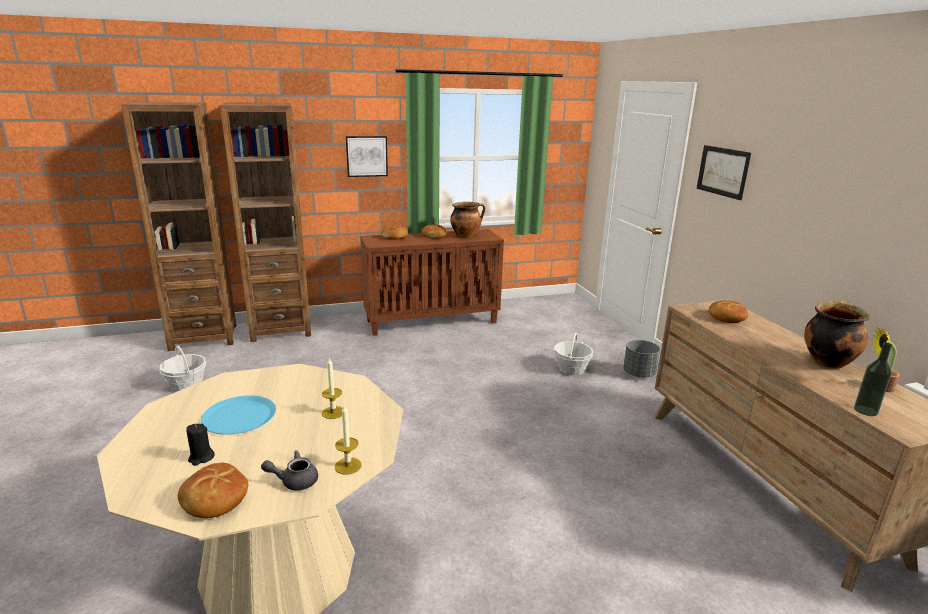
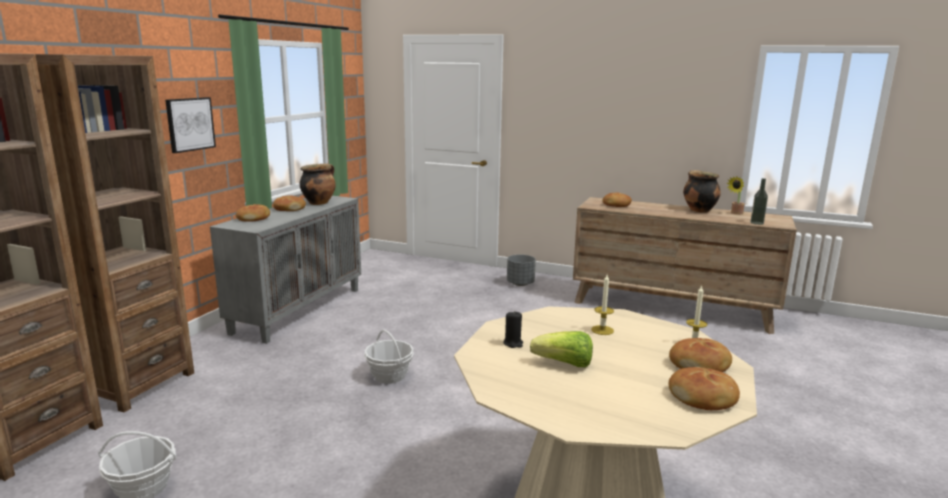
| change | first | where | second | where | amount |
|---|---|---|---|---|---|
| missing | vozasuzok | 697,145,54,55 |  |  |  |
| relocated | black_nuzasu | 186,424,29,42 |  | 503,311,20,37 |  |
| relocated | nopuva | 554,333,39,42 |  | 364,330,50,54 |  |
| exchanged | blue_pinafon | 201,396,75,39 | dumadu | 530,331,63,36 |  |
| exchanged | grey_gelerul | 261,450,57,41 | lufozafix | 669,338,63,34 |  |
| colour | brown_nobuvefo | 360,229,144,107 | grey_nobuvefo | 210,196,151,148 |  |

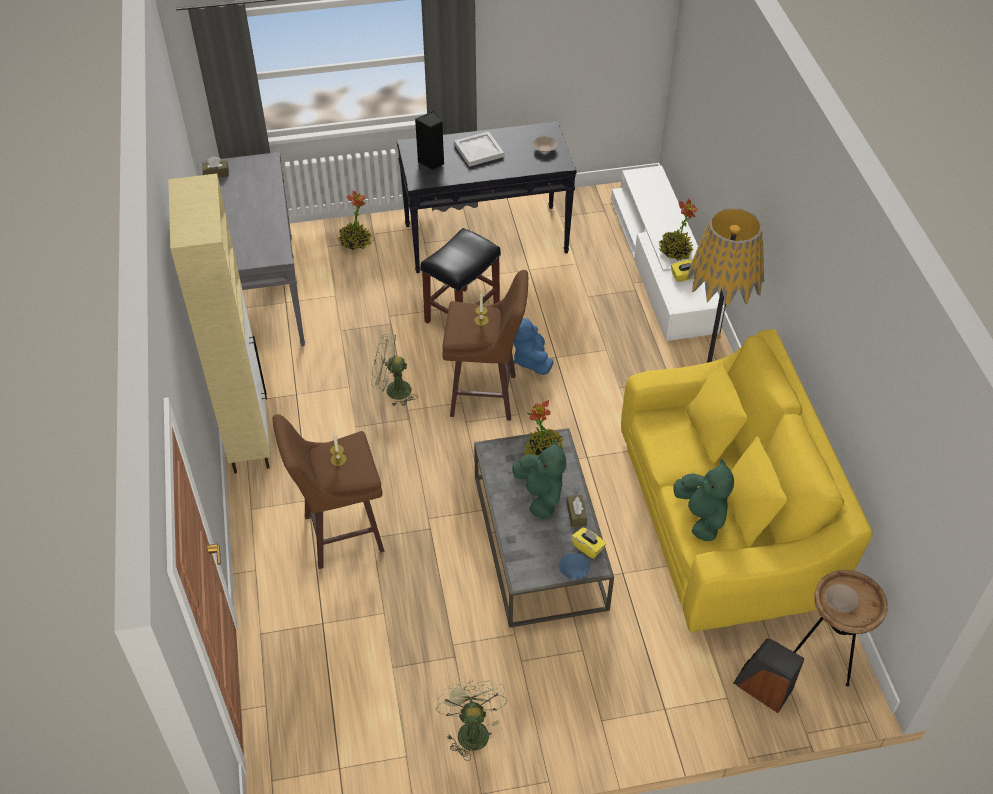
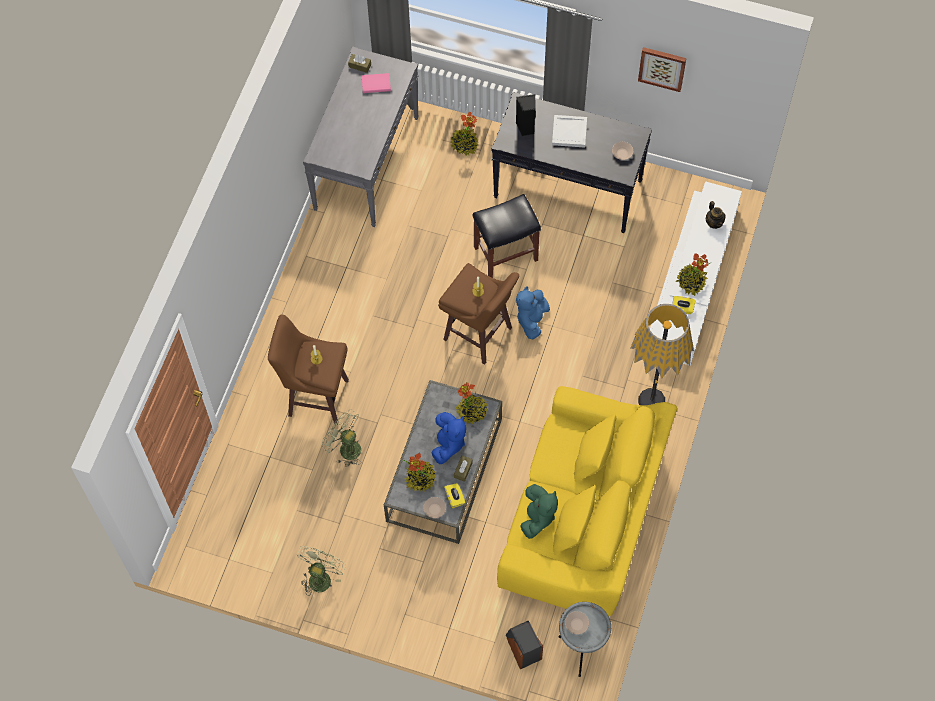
| change | first | where | second | where | amount |
|---|---|---|---|---|---|
| missing | beige_nobuvefo | 168,174,102,300 |  |  |  |
| appeared |  |  | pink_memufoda | 362,73,29,20 |  |
| appeared |  |  | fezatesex | 403,453,33,38 |  |
| appeared |  |  | vozasuzok | 638,47,48,45 |  |
| appeared |  |  | gelerul | 705,201,21,28 |  |
| relocated | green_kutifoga | 371,334,47,73 |  | 322,409,39,58 |  |
| colour | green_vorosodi | 512,439,54,80 | blue_vorosodi | 432,412,34,52 |  |
| colour | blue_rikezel | 559,553,31,26 | beige_rikezel | 423,497,23,21 |  |
| colour | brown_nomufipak | 793,570,95,117 | grey_nomufipak | 559,602,52,75 |  |

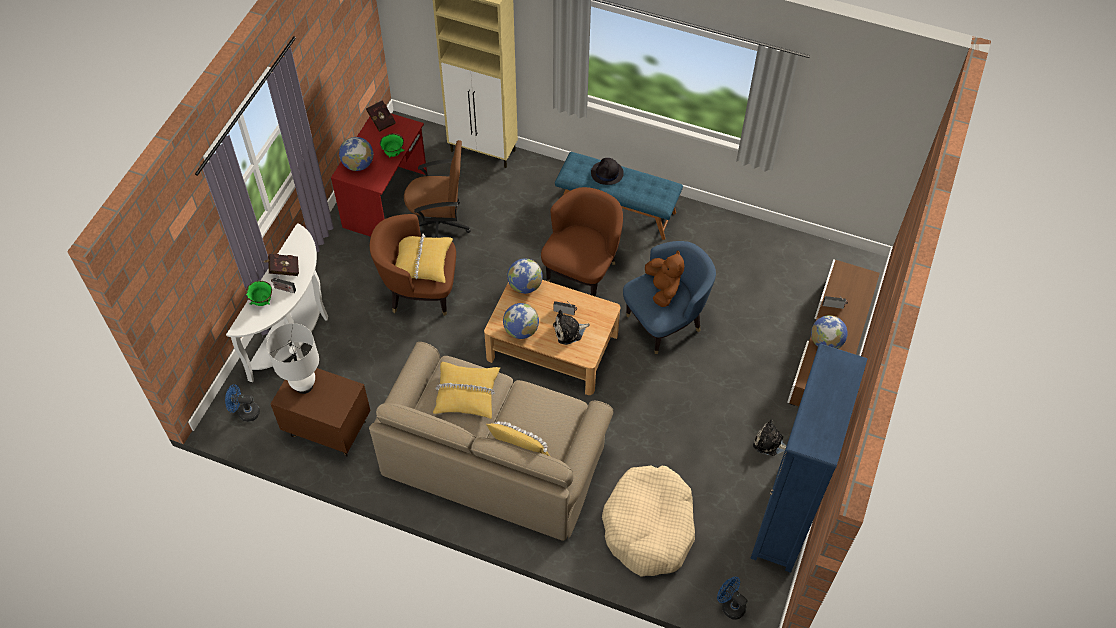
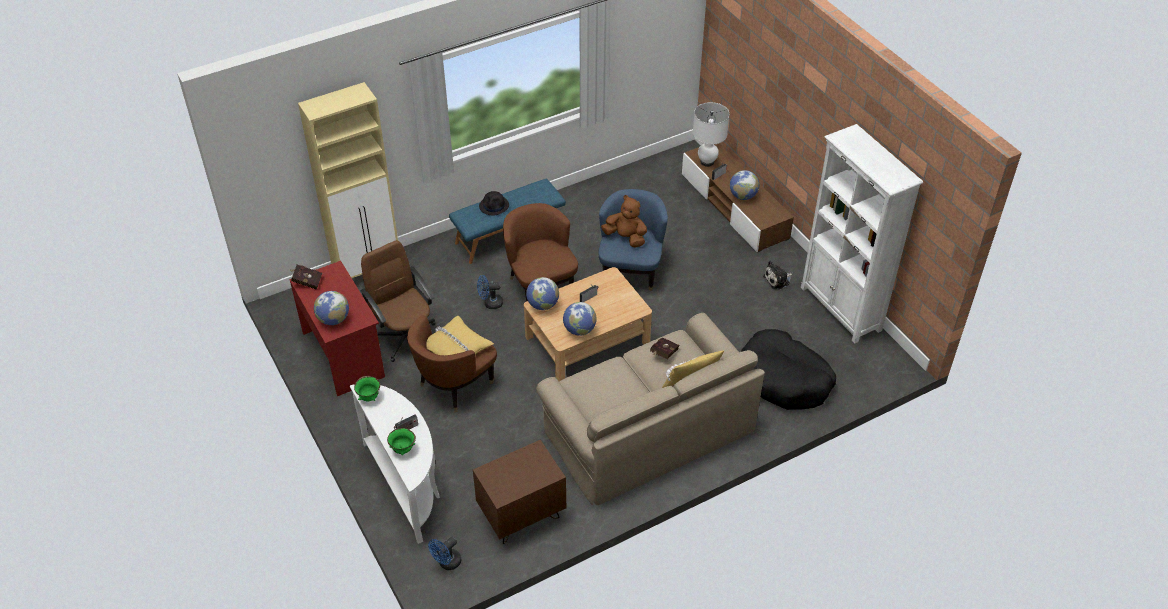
| change | first | where | second | where | amount |
|---|---|---|---|---|---|
| missing | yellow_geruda | 433,362,67,57 |  |  |  |
| missing | vorosodi | 553,310,37,35 |  |  |  |
| relocated | red_memufoda | 263,254,36,22 |  | 650,337,29,22 |  |
| relocated | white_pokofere | 266,323,53,71 |  | 693,102,36,65 |  |
| relocated | green_rikezel | 380,133,24,25 |  | 354,376,26,25 |  |
| relocated | blue_kutifoga | 717,577,31,43 |  | 477,275,26,34 |  |
| colour | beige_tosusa | 602,466,93,111 | black_tosusa | 741,329,95,81 |  |
| colour | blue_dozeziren | 750,343,118,230 | white_dozeziren | 801,124,122,220 |  |
| spun | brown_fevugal | 404,140,67,98 |  | 360,240,75,122 | 75 degrees counterclockwise |

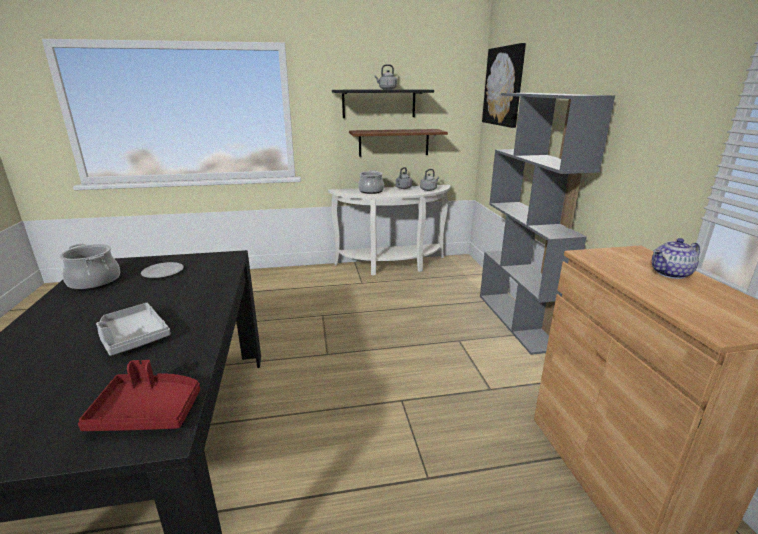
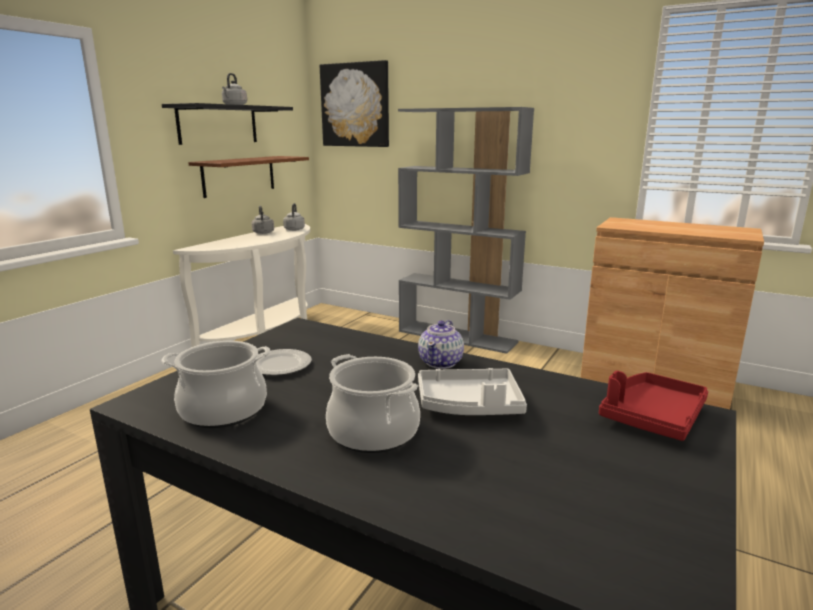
| change | first | where | second | where | amount |
|---|---|---|---|---|---|
| relocated | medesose | 358,170,26,24 |  | 326,354,94,99 |  |
| relocated | gelerul | 652,238,48,41 |  | 418,320,46,49 |  |

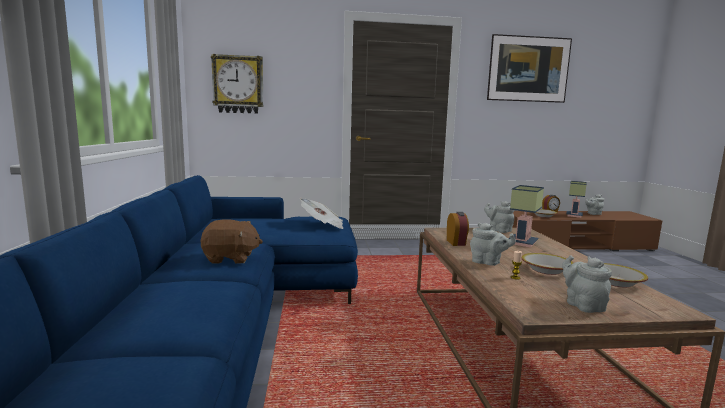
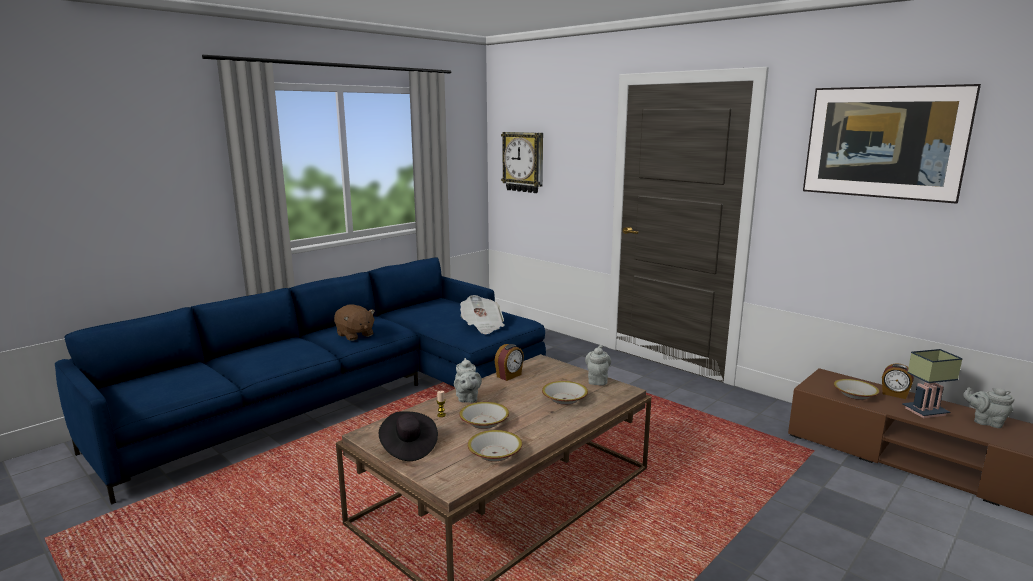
| change | first | where | second | where | amount |
|---|---|---|---|---|---|
| exchanged | pokofere | 508,185,36,63 | rikezel | 542,381,46,24 |  |
| exchanged | grey_gelerul | 562,255,50,58 | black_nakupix | 379,411,59,50 |  |

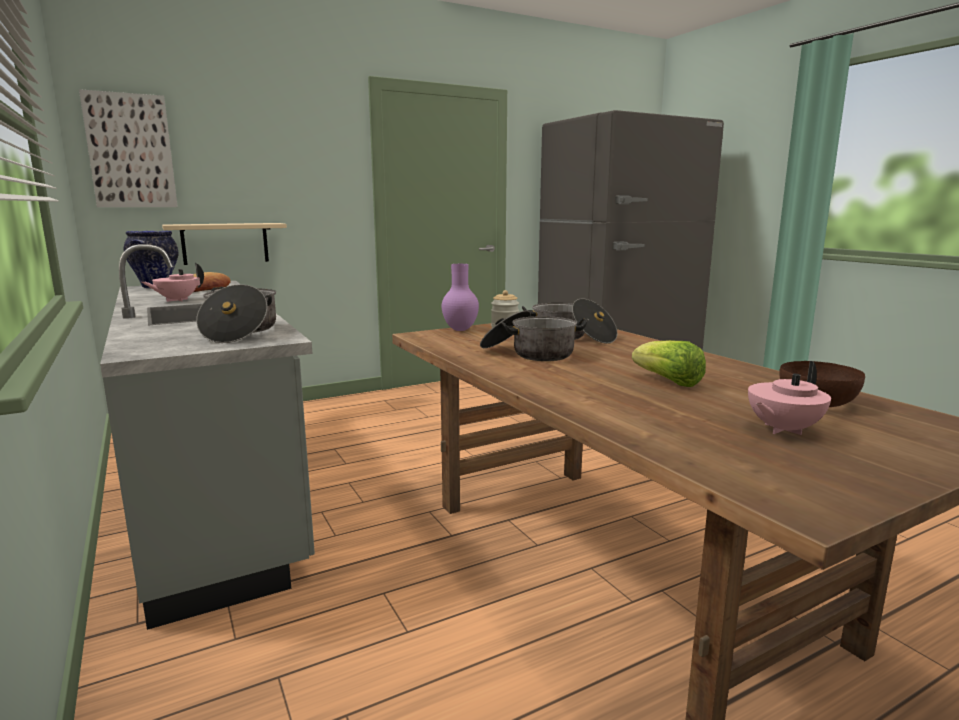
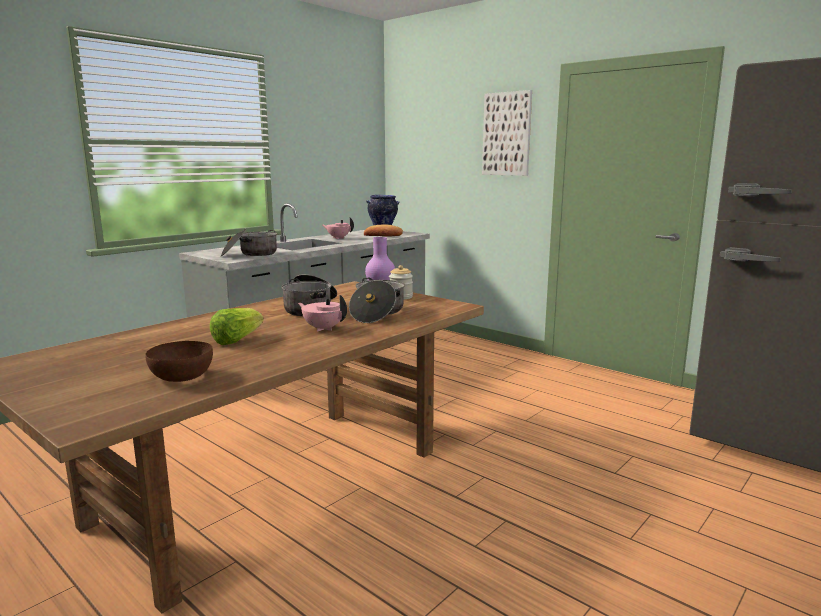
| change | first | where | second | where | amount |
|---|---|---|---|---|---|
| missing | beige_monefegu | 162,223,125,42 |  |  |  |
| relocated | vozasuzok | 79,89,99,118 |  | 482,90,50,86 |  |
| relocated | pink_gelerul | 748,361,83,74 |  | 298,295,49,37 |  |

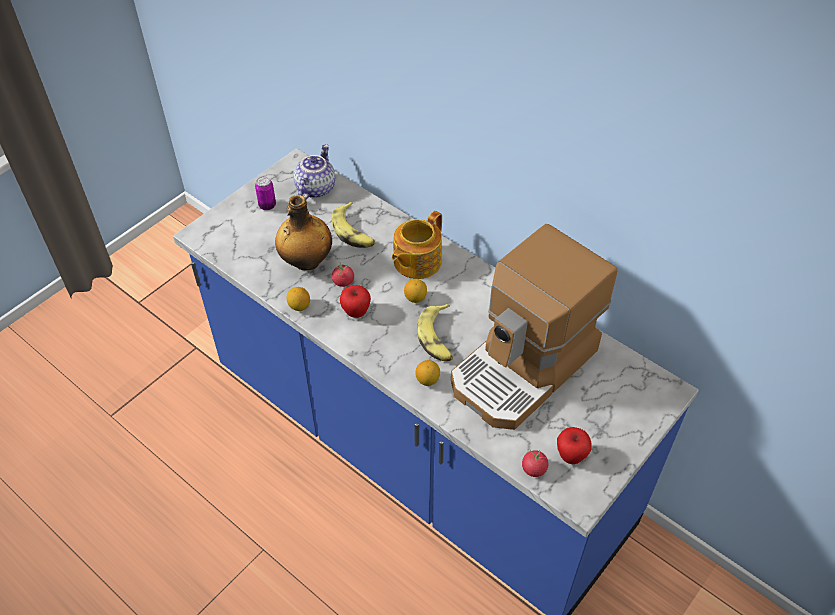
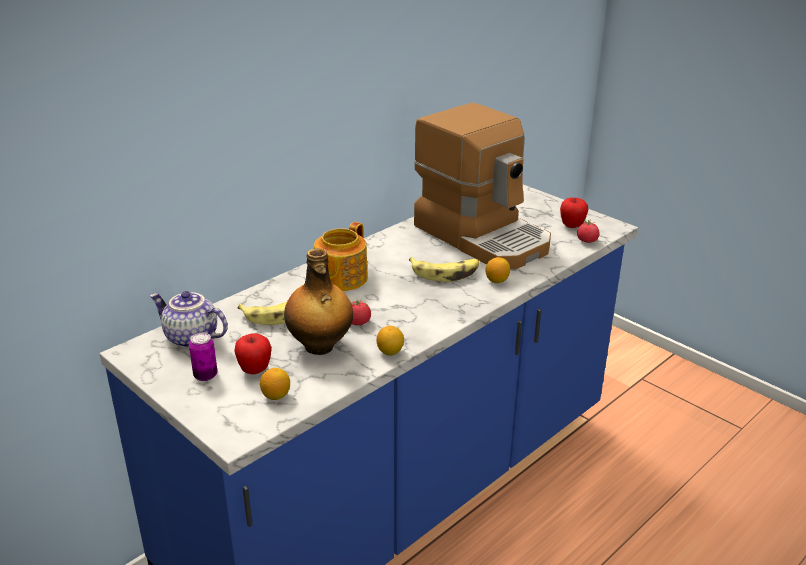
| change | first | where | second | where | amount |
|---|---|---|---|---|---|
| relocated | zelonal | 340,285,31,33 |  | 234,333,38,41 |  |
| relocated | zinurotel | 404,279,23,24 |  | 260,368,30,32 |  |
| spun | gelerul | 392,211,50,68 |  | 314,222,54,69 | 75 degrees clockwise |

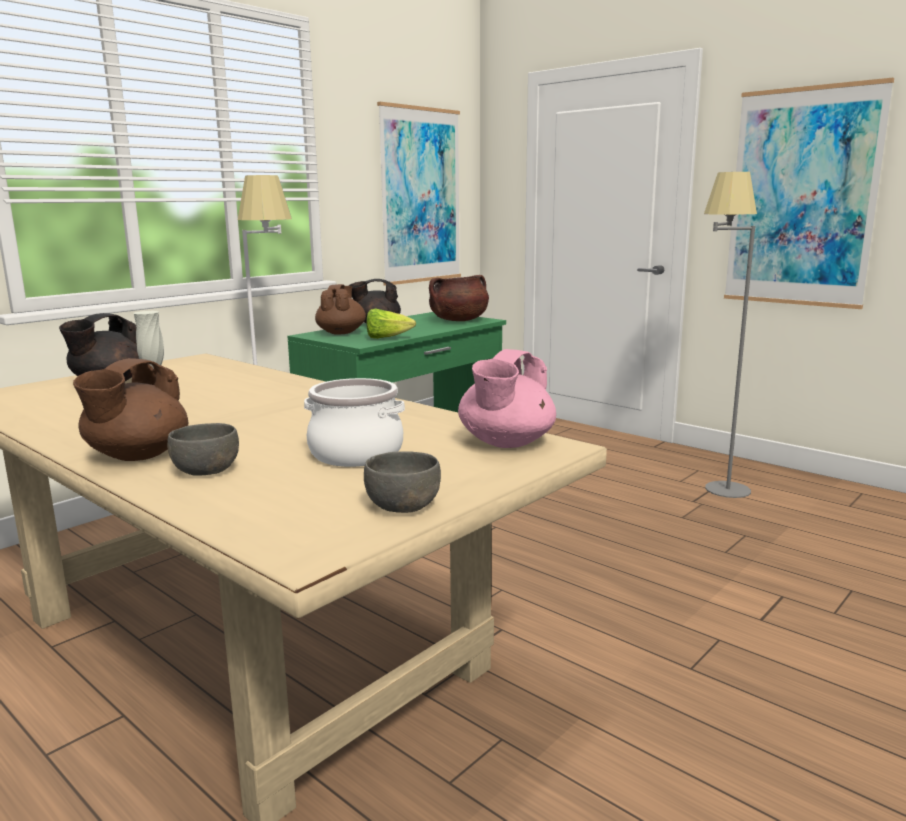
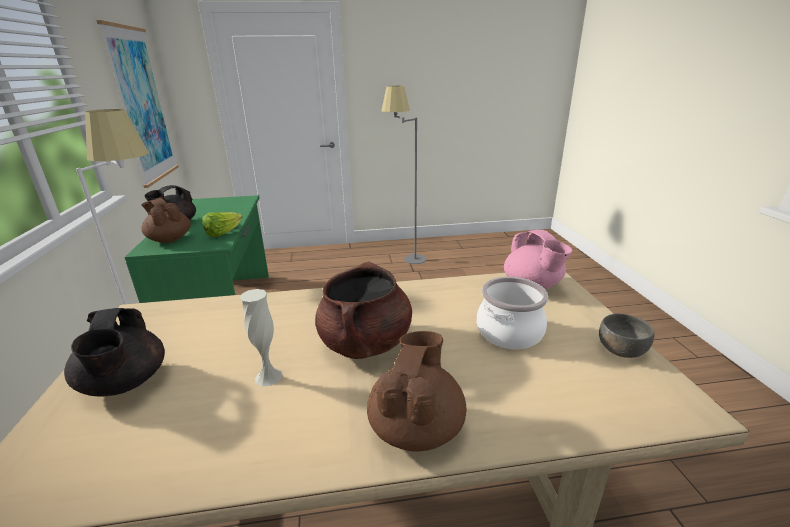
| change | first | where | second | where | amount |
|---|---|---|---|---|---|
| missing | grey_rikezel | 167,423,72,53 |  |  |  |
| missing | vozasuzok | 724,78,170,231 |  |  |  |
| relocated | brown_medesose | 429,275,60,46 |  | 315,261,97,98 |  |
| spun | brown_gelerul | 73,358,115,103 |  | 367,331,99,121 | 135 degrees counterclockwise |

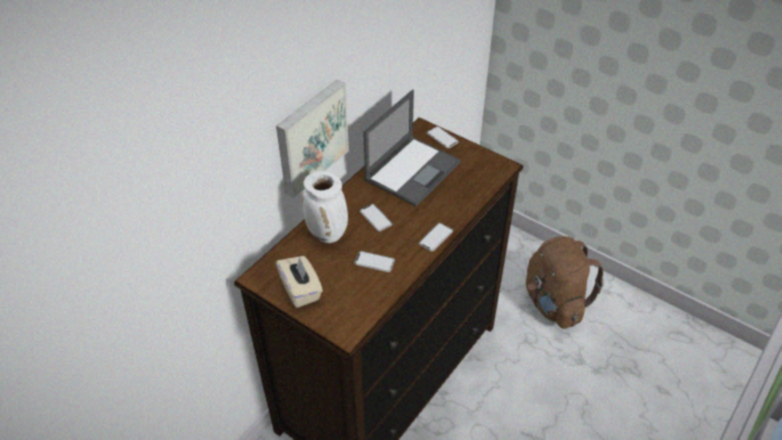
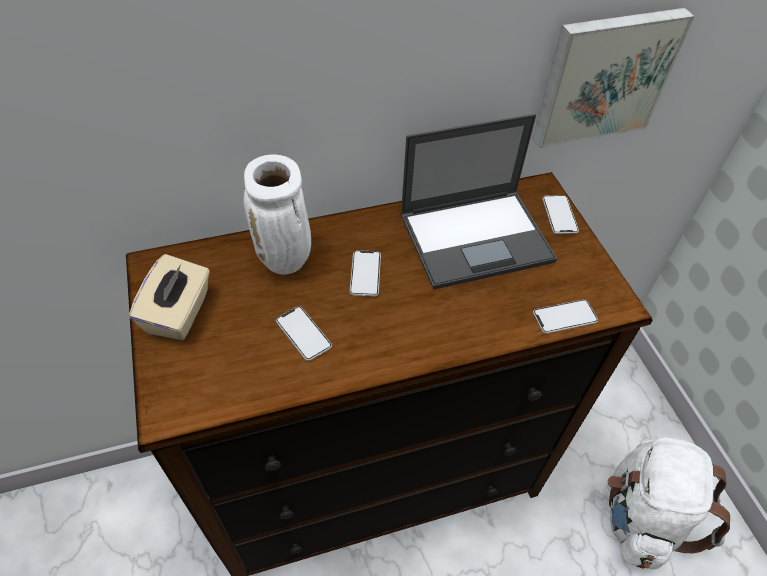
| change | first | where | second | where | amount |
|---|---|---|---|---|---|
| relocated | vozasuzok | 276,80,73,118 |  | 533,8,162,140 |  |
| relocated | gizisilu | 419,223,34,28 |  | 533,299,65,35 |  |
| colour | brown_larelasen | 526,236,78,93 | white_larelasen | 608,438,122,132 |  |

